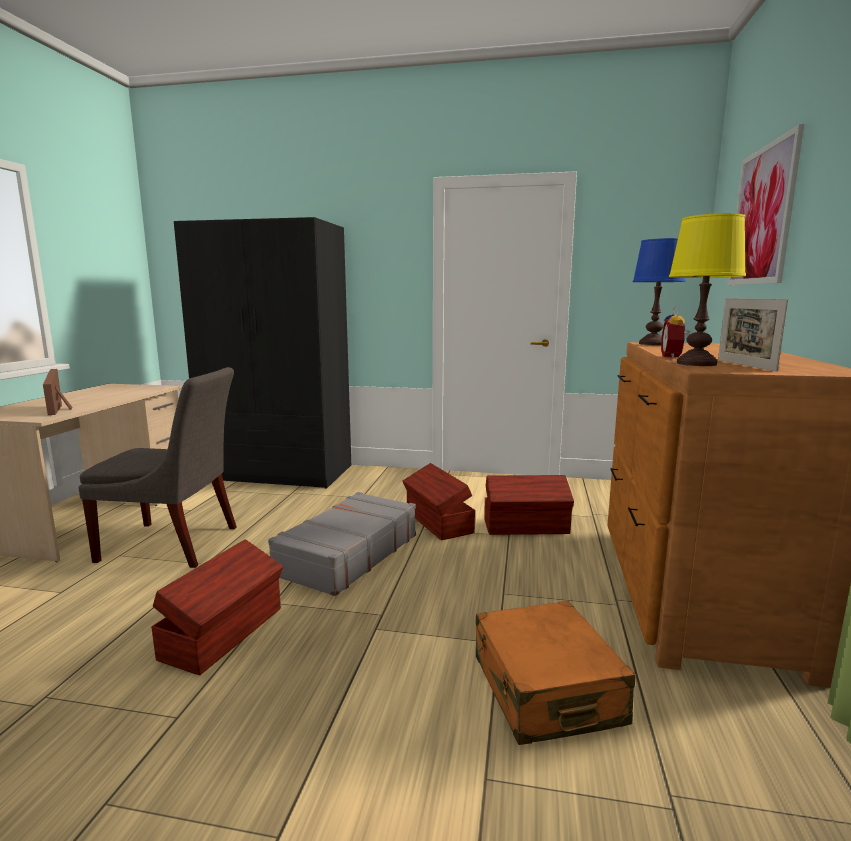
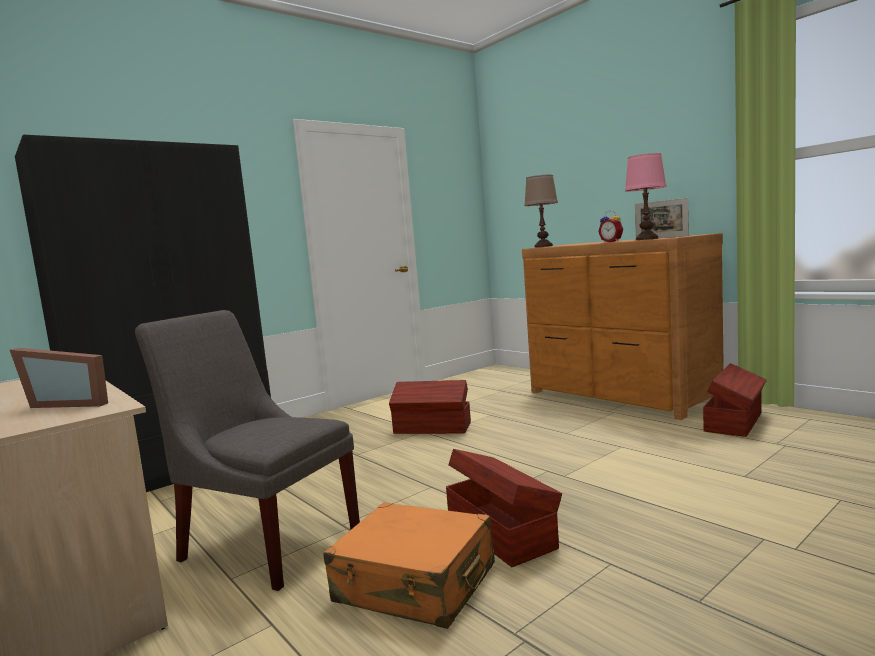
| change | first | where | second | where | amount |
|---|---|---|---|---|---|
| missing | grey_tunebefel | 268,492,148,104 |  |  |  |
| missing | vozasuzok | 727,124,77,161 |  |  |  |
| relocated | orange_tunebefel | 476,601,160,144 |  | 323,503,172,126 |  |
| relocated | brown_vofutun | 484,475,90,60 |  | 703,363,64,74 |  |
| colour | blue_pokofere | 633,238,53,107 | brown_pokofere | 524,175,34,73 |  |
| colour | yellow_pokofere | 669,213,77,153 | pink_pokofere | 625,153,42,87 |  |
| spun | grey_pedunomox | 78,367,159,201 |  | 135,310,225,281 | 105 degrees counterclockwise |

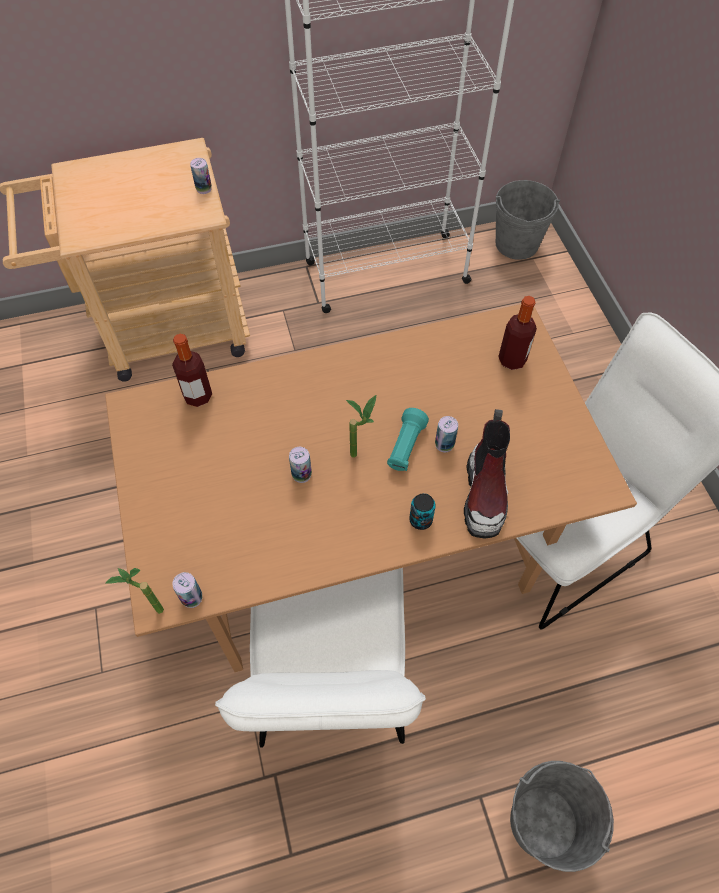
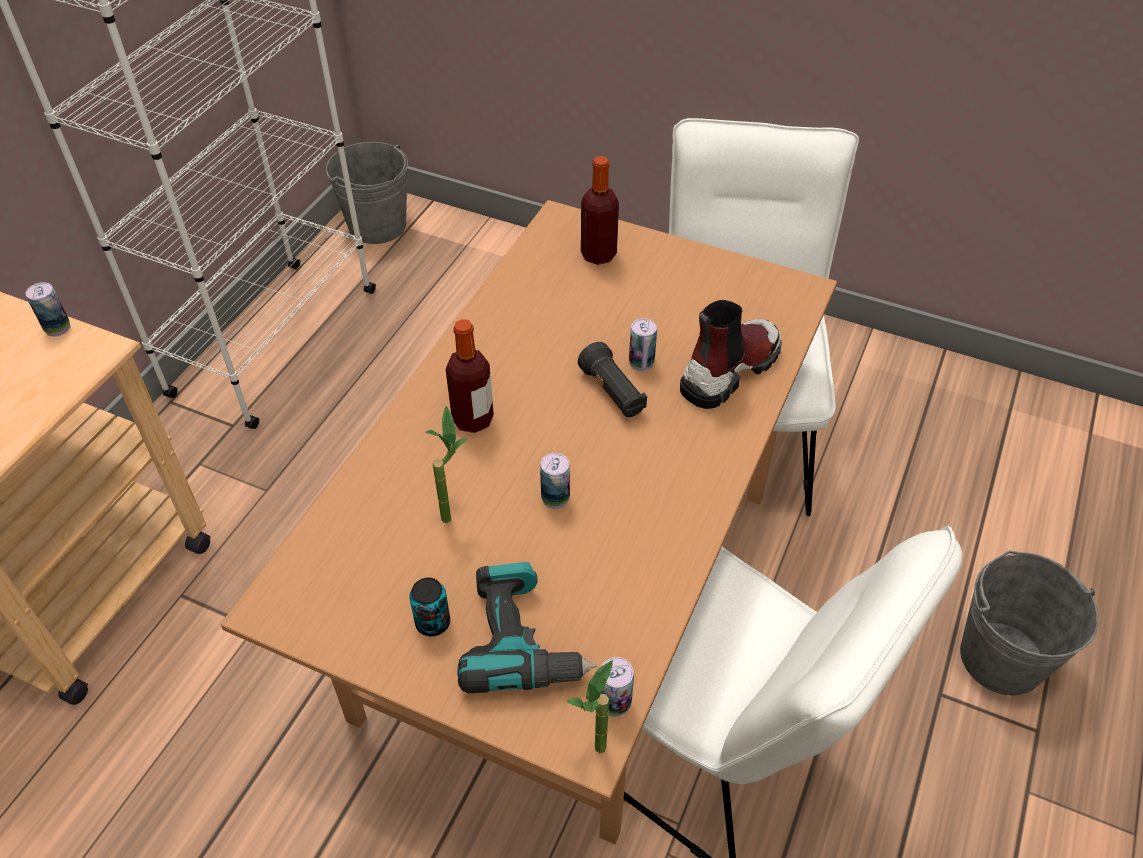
| change | first | where | second | where | amount |
|---|---|---|---|---|---|
| appeared |  |  | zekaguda | 457,562,140,131 |  |
| relocated | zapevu | 172,334,40,73 |  | 446,319,48,114 |  |
| relocated | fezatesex | 346,395,30,63 |  | 425,406,43,117 |  |
| relocated | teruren | 409,493,27,37 |  | 409,577,41,59 |  |
| colour | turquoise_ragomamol | 387,408,42,63 | black_ragomamol | 578,342,69,75 |  |
| spun | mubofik | 464,409,46,129 |  | 680,300,102,109 | 90 degrees counterclockwise |

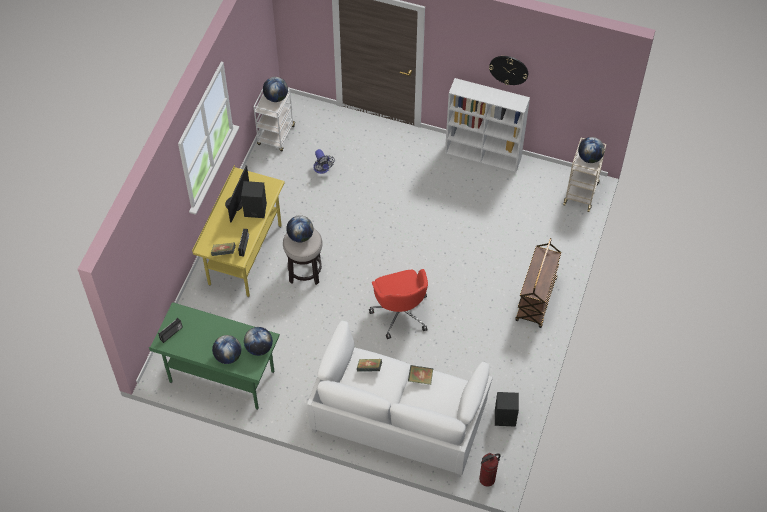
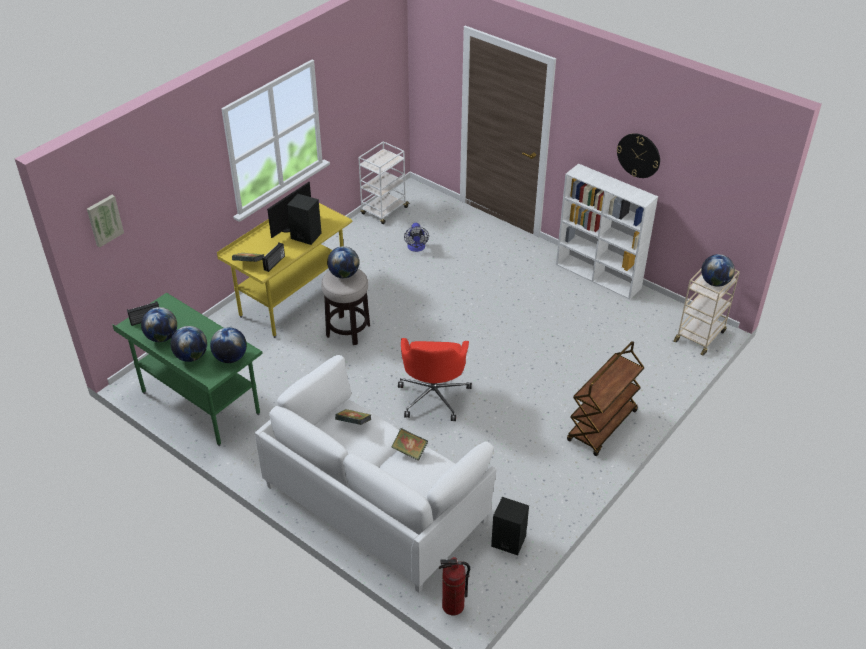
| change | first | where | second | where | amount |
|---|---|---|---|---|---|
| appeared |  |  | vozasuzok | 87,195,37,52 |  |
| relocated | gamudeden | 263,77,25,25 |  | 141,307,36,35 |  |

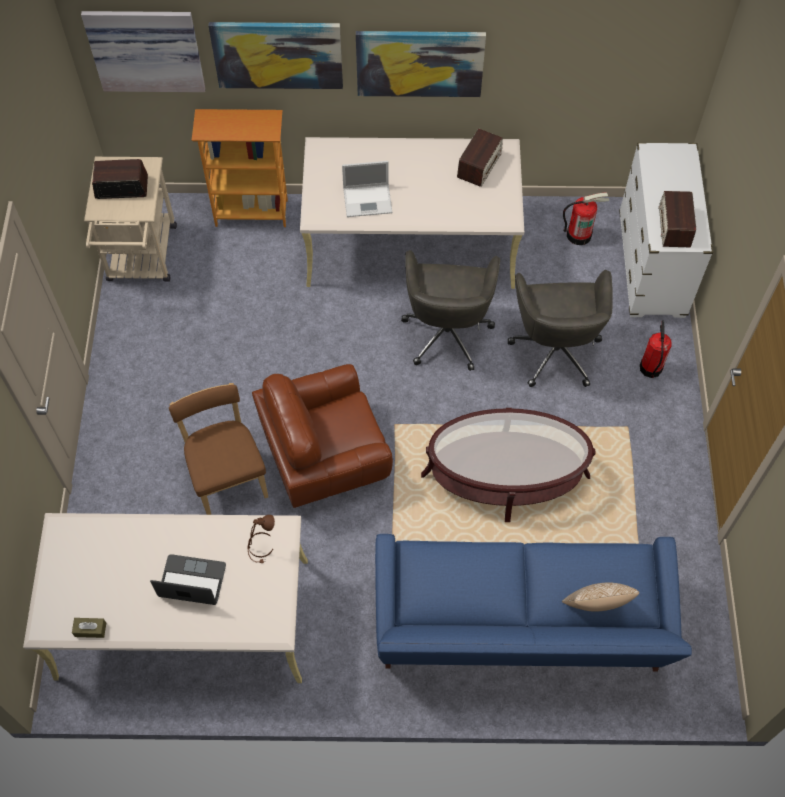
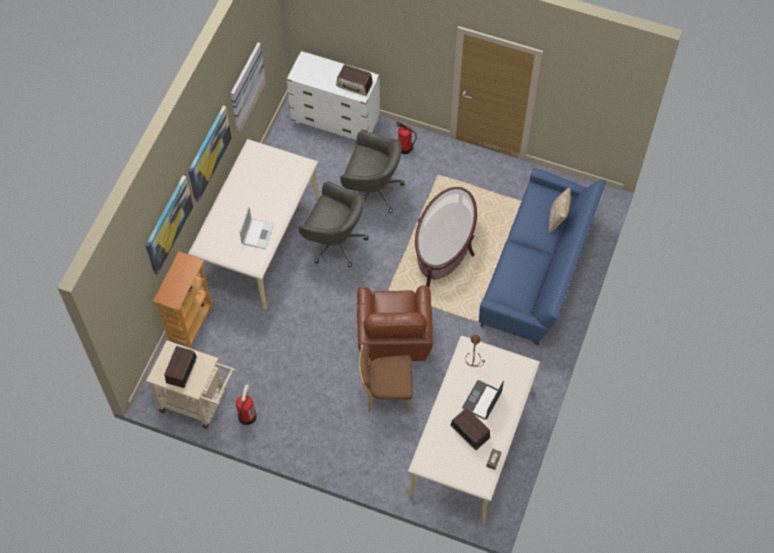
| change | first | where | second | where | amount |
|---|---|---|---|---|---|
| relocated | vozasuzok | 81,11,125,81 |  | 231,42,35,91 |  |
| relocated | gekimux | 457,129,46,58 |  | 451,408,39,42 |  |
| relocated | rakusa | 563,192,46,53 |  | 236,385,21,40 |  |

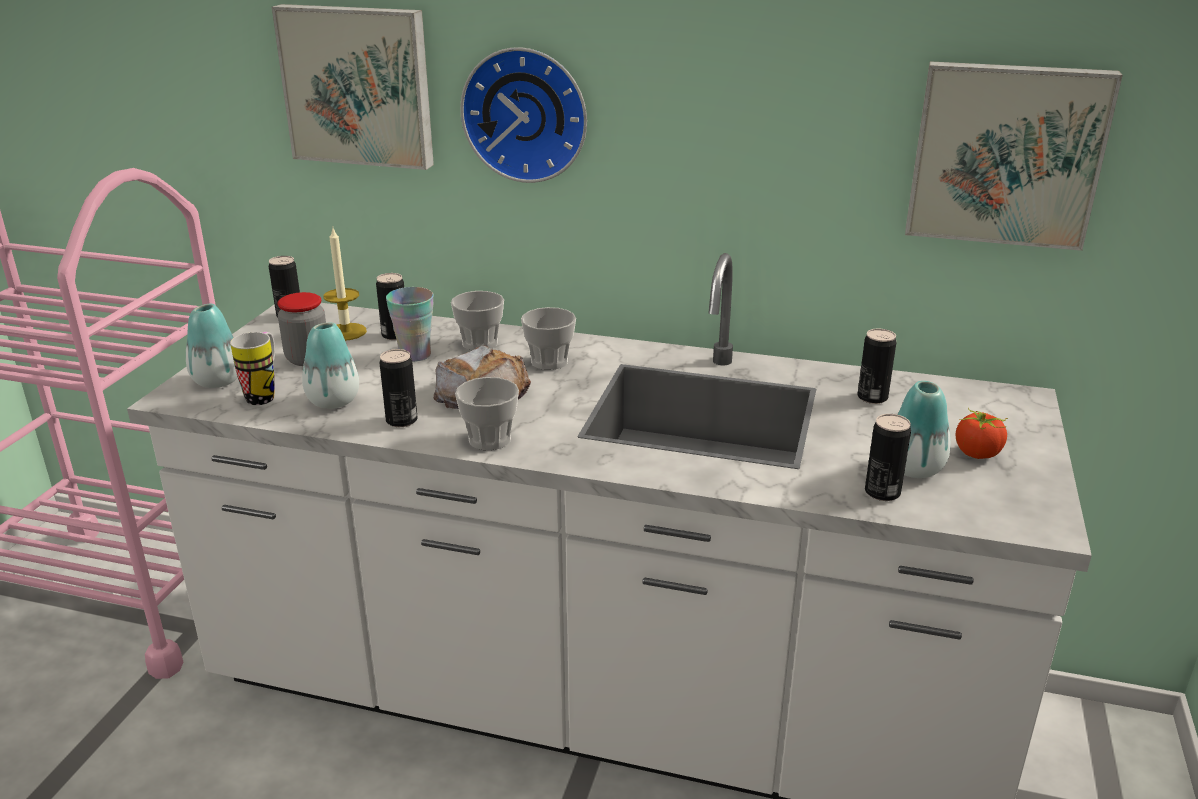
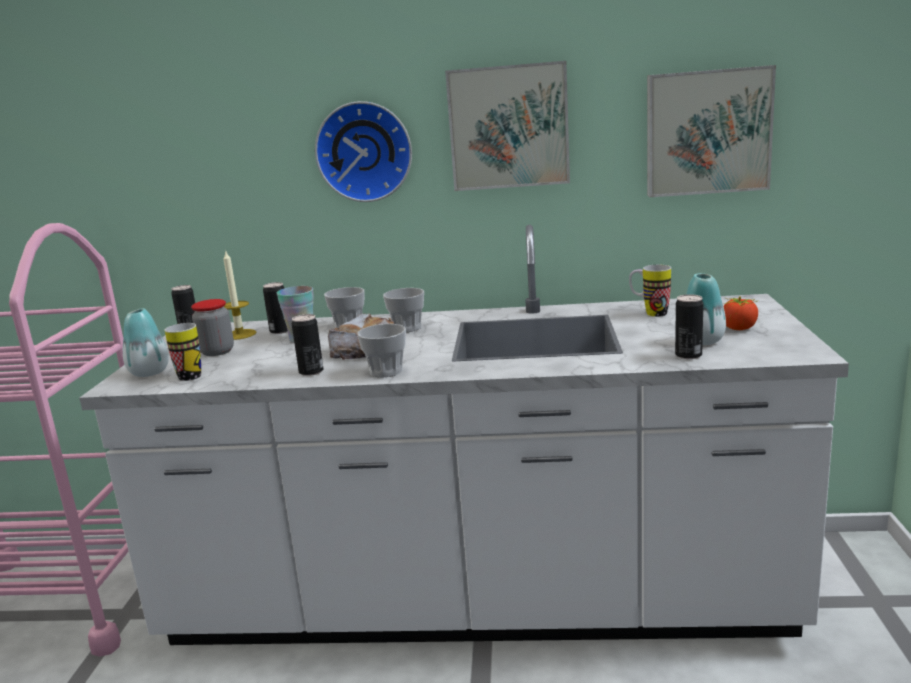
| change | first | where | second | where | amount |
|---|---|---|---|---|---|
| missing | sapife | 302,323,57,86 |  |  |  |
| relocated | vozasuzok | 272,4,162,166 |  | 445,61,125,130 |  |
| exchanged | teruren | 857,329,39,75 | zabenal | 629,265,42,52 |  |

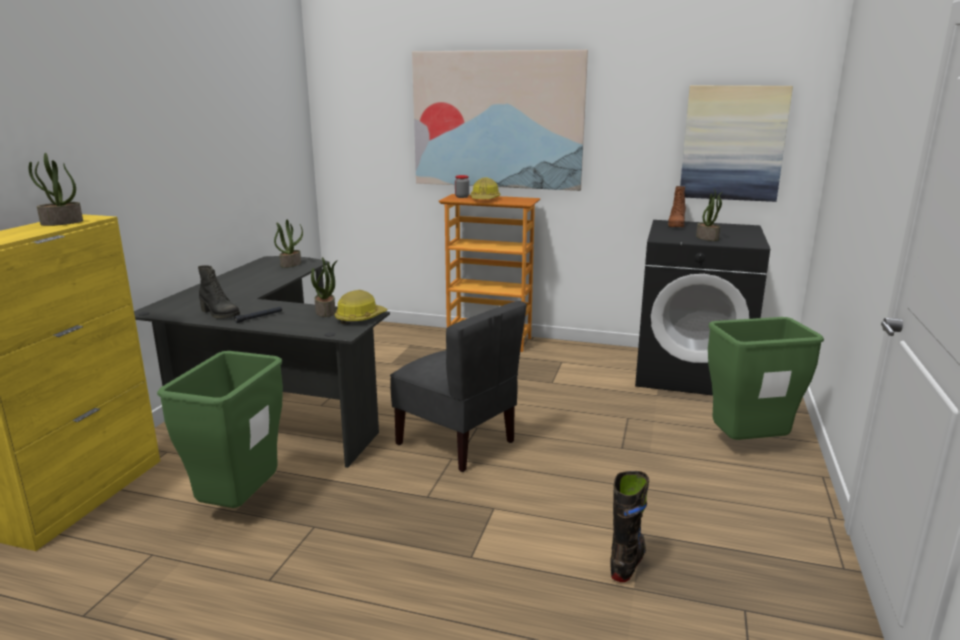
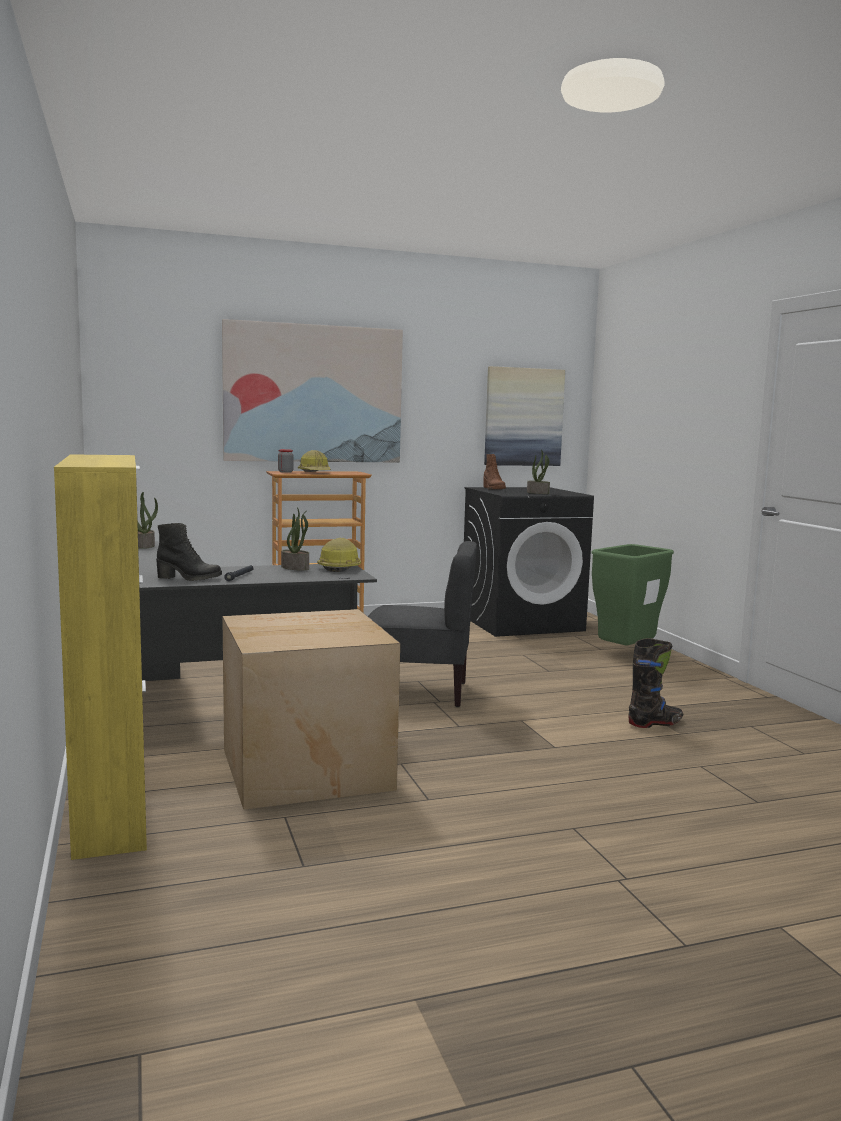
| change | first | where | second | where | amount |
|---|---|---|---|---|---|
| missing | fezatesex | 28,153,55,73 |  |  |  |
| exchanged | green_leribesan | 157,351,126,157 | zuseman | 222,609,178,201 |  |
| spun | black_mubofik | 610,471,39,111 |  | 628,638,55,90 | 75 degrees clockwise |

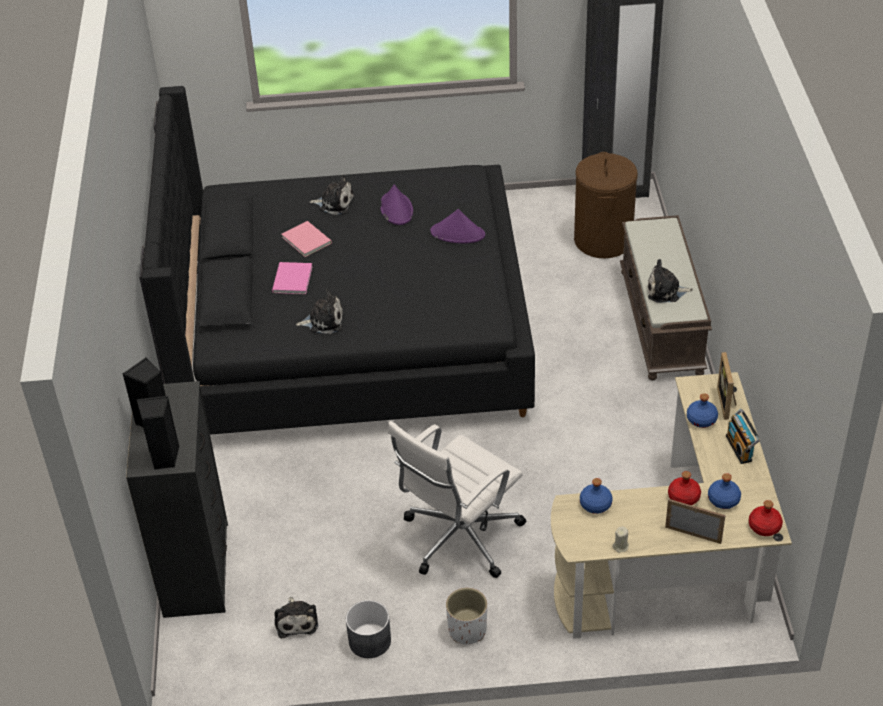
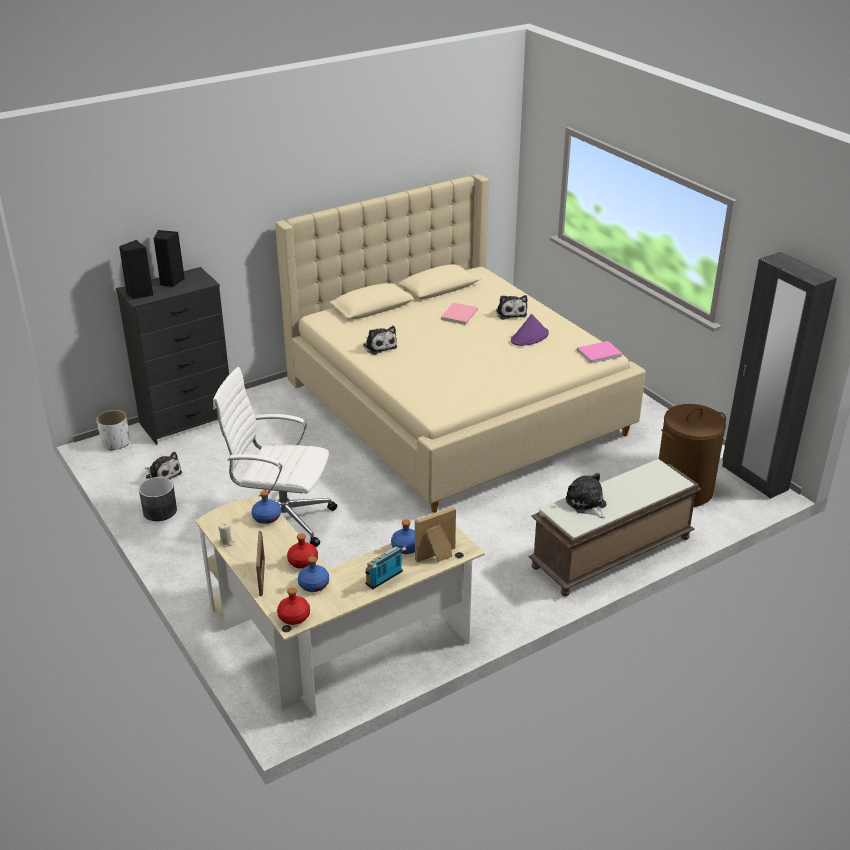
| change | first | where | second | where | amount |
|---|---|---|---|---|---|
| missing | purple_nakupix | 430,209,55,34 |  |  |  |
| relocated | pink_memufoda | 272,262,41,32 |  | 577,341,45,23 |  |
| relocated | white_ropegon | 446,588,41,56 |  | 96,410,34,41 |  |
| colour | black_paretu | 139,86,396,349 | beige_paretu | 275,174,371,339 |  |
| spun | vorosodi | 274,597,44,41 |  | 145,452,37,27 | 105 degrees counterclockwise |

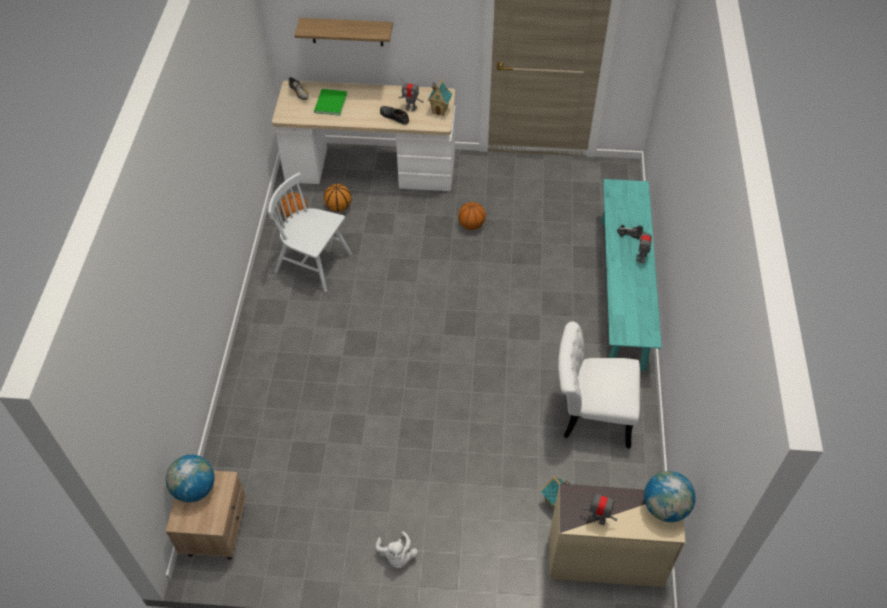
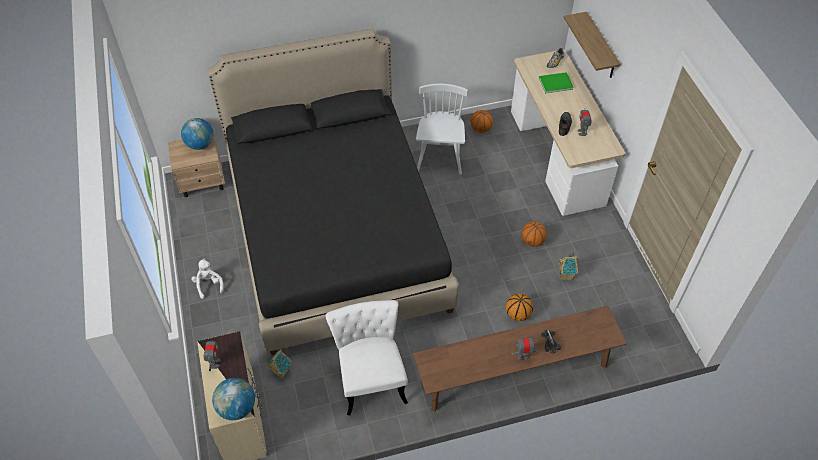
| change | first | where | second | where | amount |
|---|---|---|---|---|---|
| appeared |  |  | black_paretu | 208,29,251,326 |  |
| relocated | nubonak | 324,184,27,28 |  | 506,294,27,27 |  |
| relocated | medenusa | 428,79,24,37 |  | 559,253,19,27 |  |
| colour | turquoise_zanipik | 601,179,61,193 | brown_zanipik | 413,306,214,106 |  |
| spun | white_vorosodi | 376,531,42,37 |  | 191,258,33,41 | 105 degrees clockwise |

